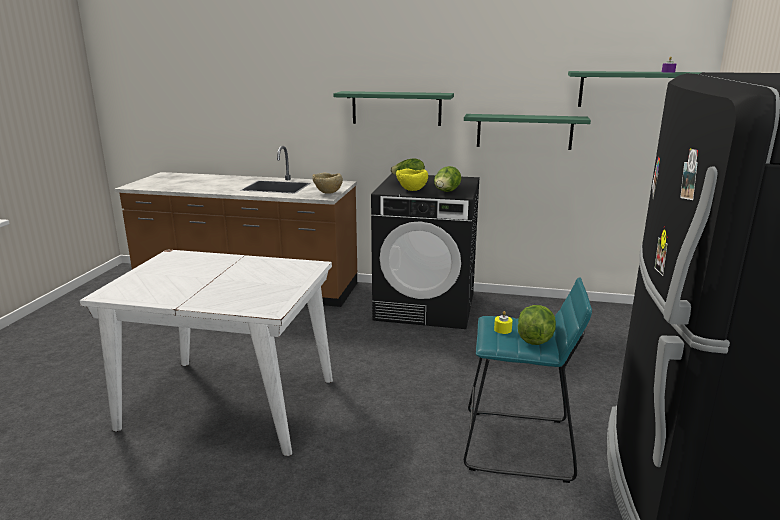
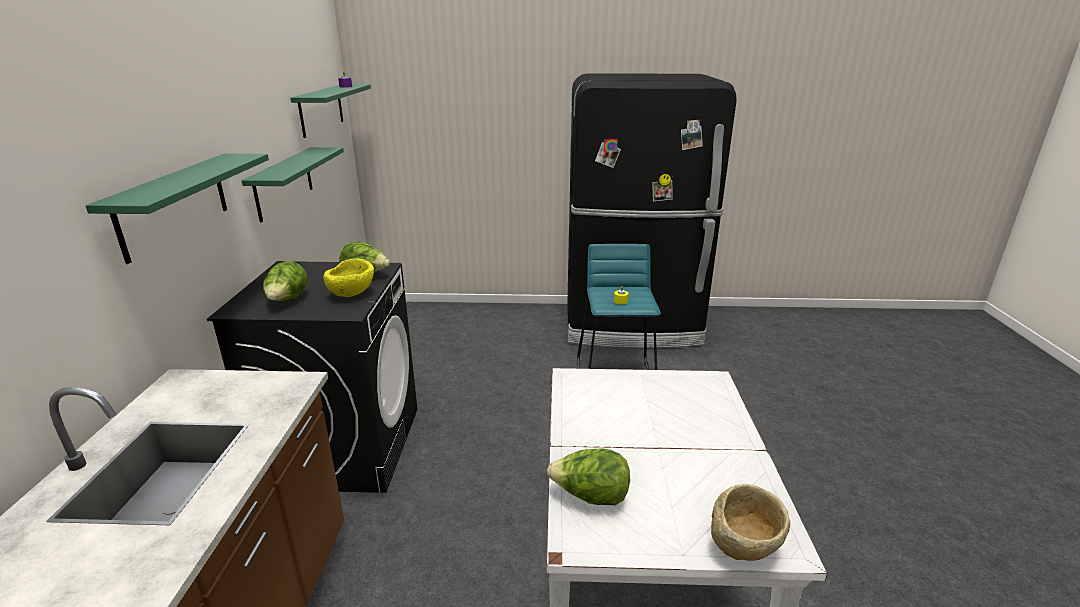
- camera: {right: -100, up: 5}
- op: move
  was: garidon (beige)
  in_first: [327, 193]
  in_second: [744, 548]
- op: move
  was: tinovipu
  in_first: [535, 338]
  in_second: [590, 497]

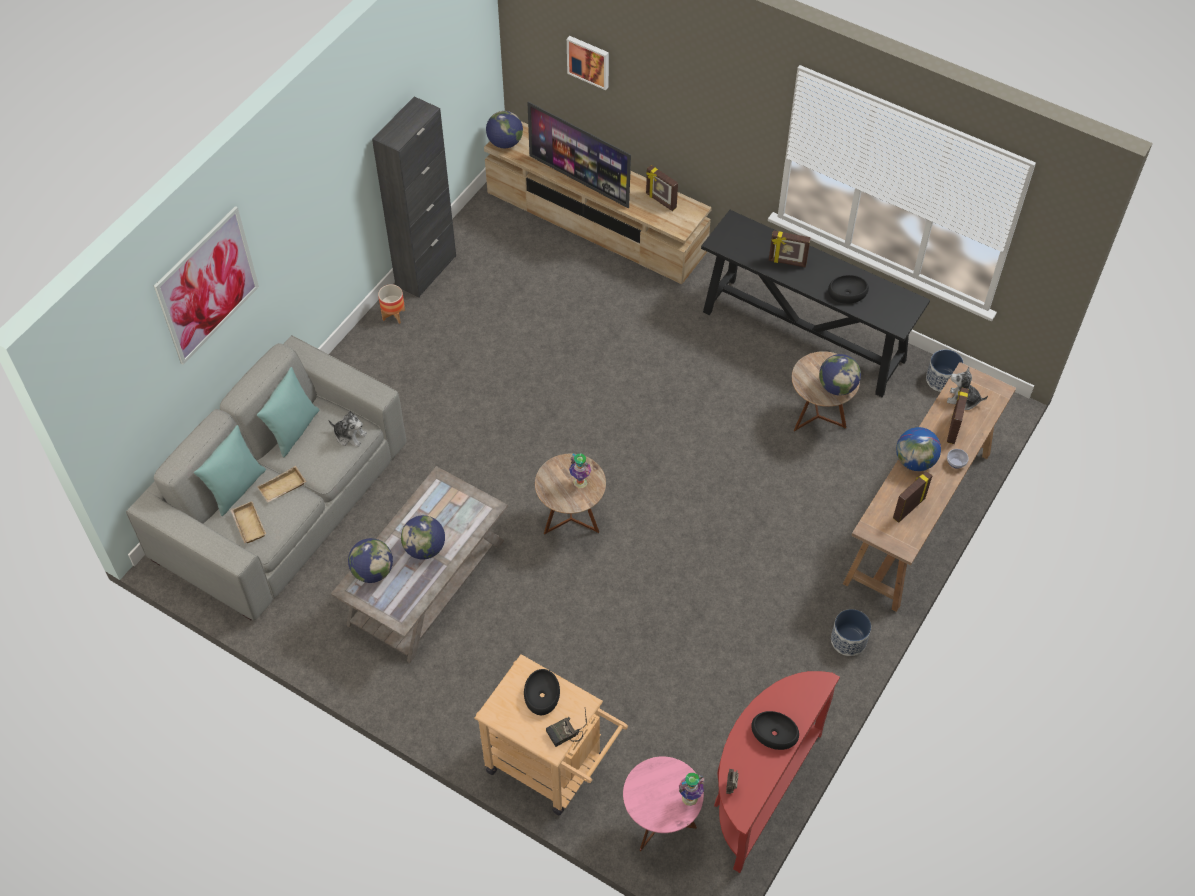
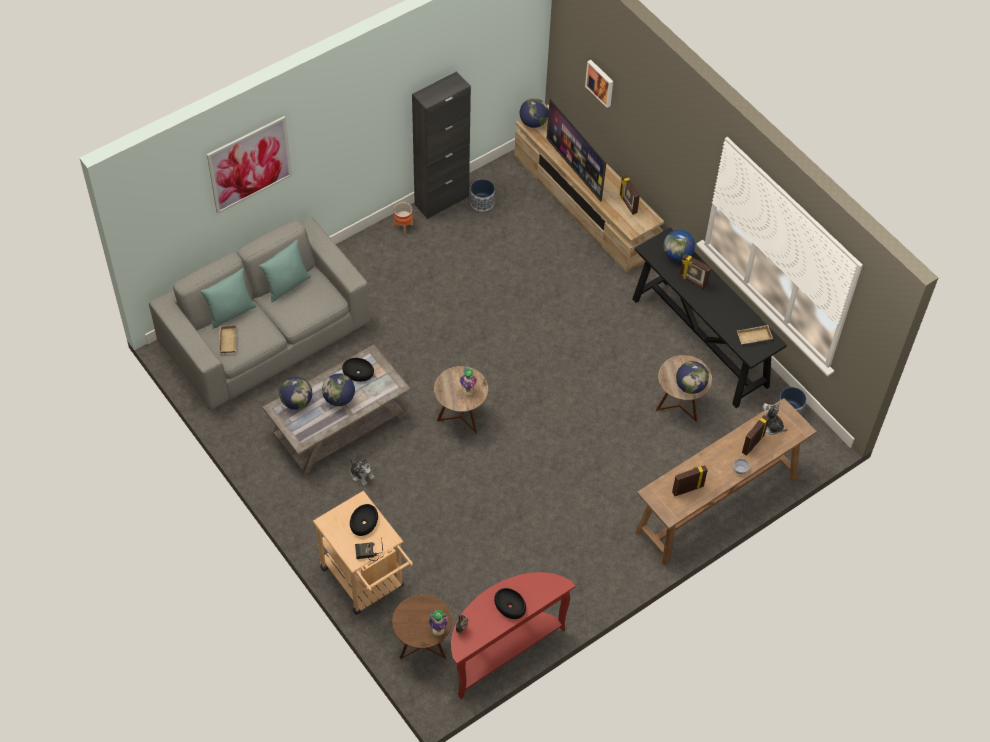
- camera: {right: 20, up: 0}
- op: move
  was: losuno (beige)
  in_first: [282, 488]
  in_second: [753, 337]
- op: move
  was: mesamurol
  in_first: [350, 435]
  in_second: [362, 475]
- op: move
  was: garidon (black)
  in_first: [847, 293]
  in_second: [358, 372]
- op: move
  was: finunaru
  in_first: [849, 640]
  in_second: [482, 202]
- op: move
  was: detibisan
  in_first: [915, 461]
  in_second: [677, 255]
- op: recolor
  was: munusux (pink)
  now: munusux (brown)
  in_first: [660, 824]
  in_second: [422, 646]

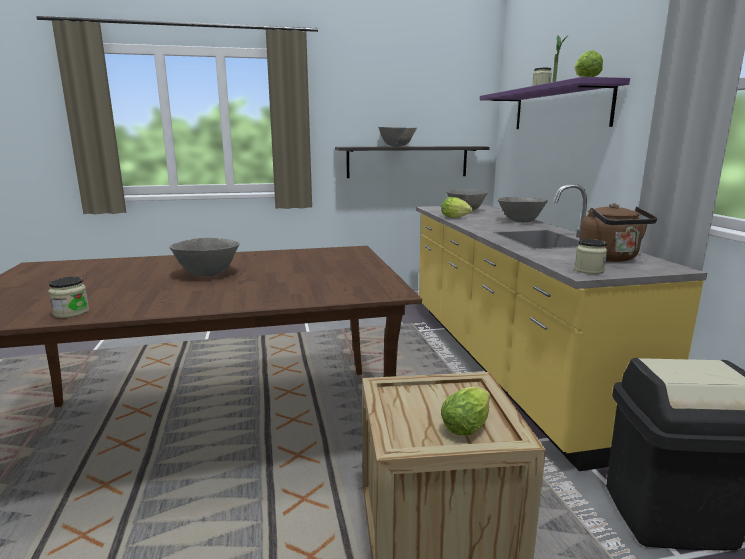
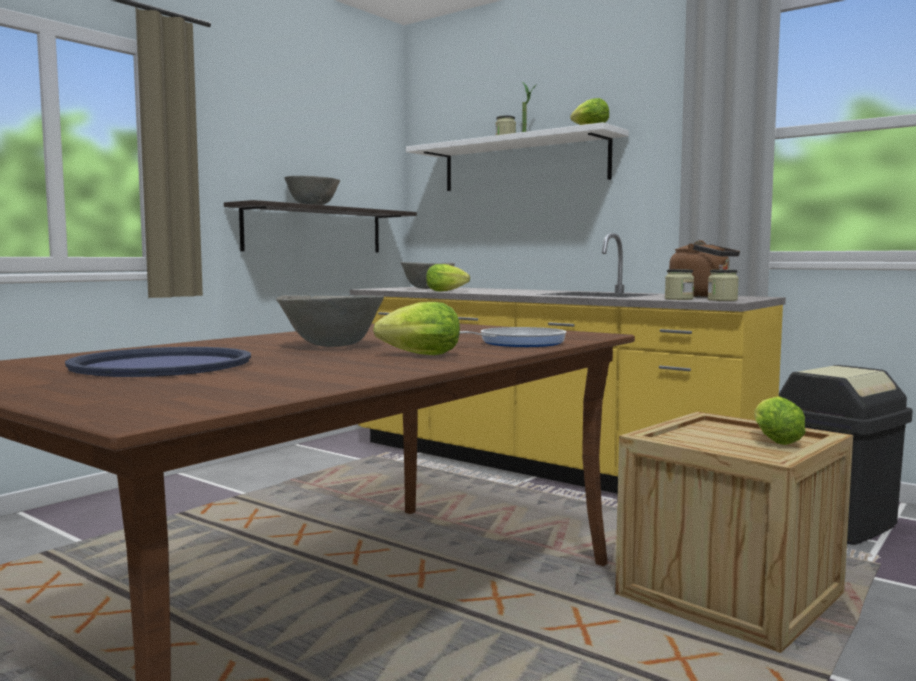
- camera: {right: -40, up: -10}
- op: delete
  was: garidon (grey)
  in_first: [520, 221]
- op: insert
  now: losuno (blue)
  in_second: [162, 365]
- op: insert
  now: tinovipu
  in_second: [416, 355]
- op: insert
  now: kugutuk
  in_second: [517, 343]
- op: move
  was: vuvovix
  in_first: [71, 312]
  in_second: [678, 299]
- op: recolor
  was: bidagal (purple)
  now: bidagal (white)
  in_first: [559, 108]
  in_second: [523, 163]

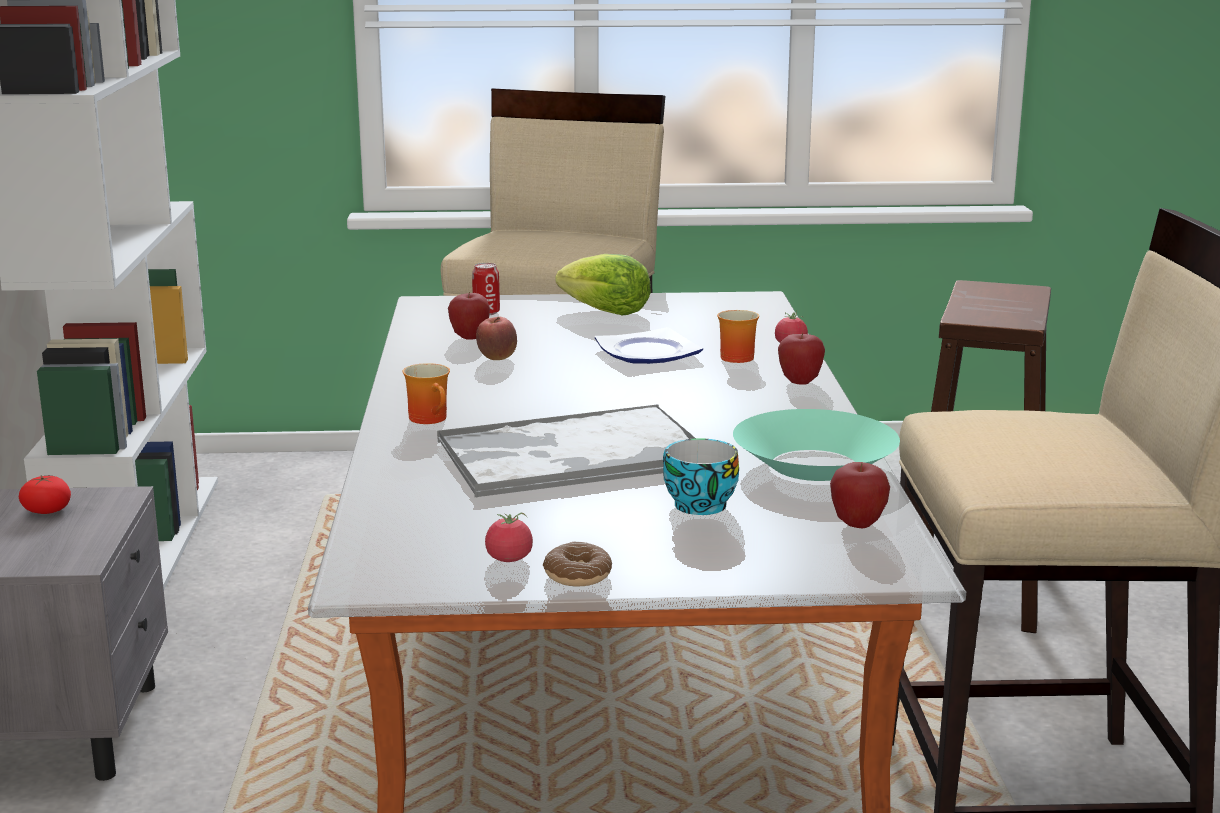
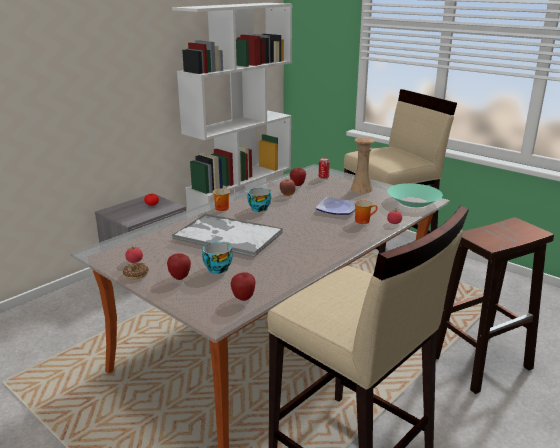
- camera: {right: 45, up: 5}
- op: insert
  now: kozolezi
  in_second: [259, 208]
- op: move
  was: garidon (turquoise)
  in_first: [814, 465]
  in_second: [413, 202]
- op: move
  was: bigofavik
  in_first: [800, 381]
  in_second: [180, 277]
- op: replace
  was: tinovipu
  now: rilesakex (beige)
  in_first: [606, 313]
  in_second: [361, 189]

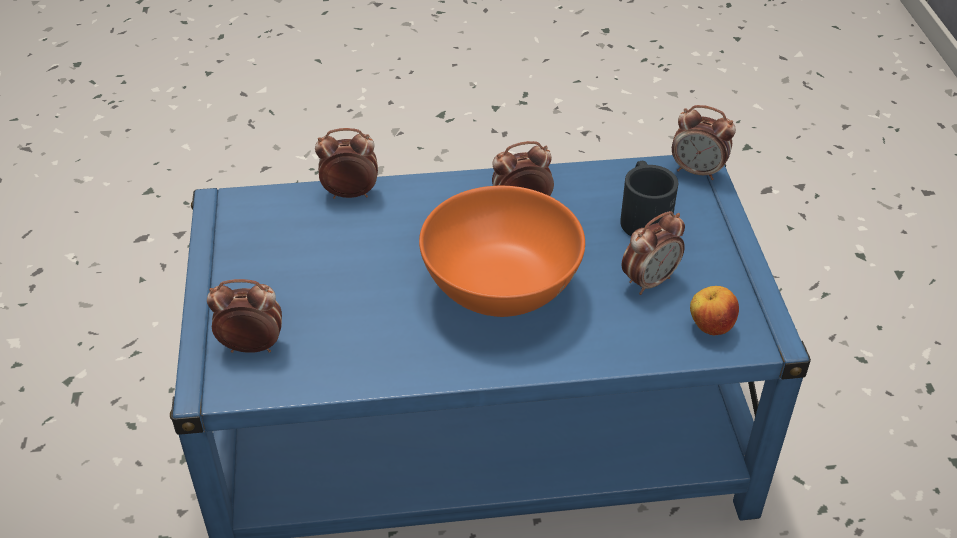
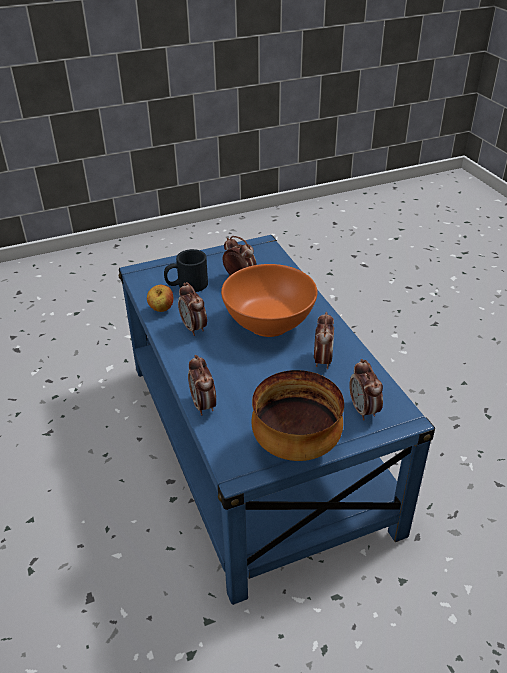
- camera: {right: -105, up: -5}
- op: insert
  now: garidon
  in_second: [296, 445]
- op: move
  was: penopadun
  in_first: [697, 171]
  in_second: [322, 360]
- op: move
  was: bigofavik
  in_first: [710, 327]
  in_second: [161, 310]

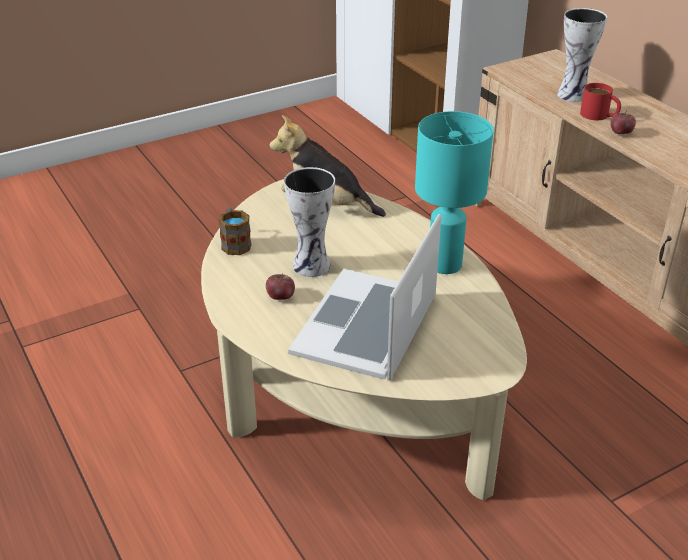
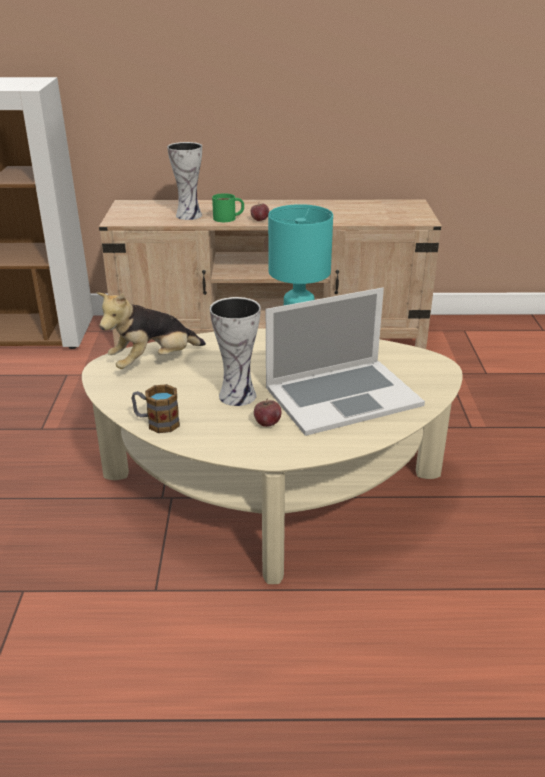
- camera: {right: -60, up: -5}
- op: recolor
  was: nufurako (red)
  now: nufurako (green)
  in_first: [599, 116]
  in_second: [229, 218]
- op: rotate
  was: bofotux
  in_first: [366, 323]
  in_second: [342, 395]
  clockwise: -75

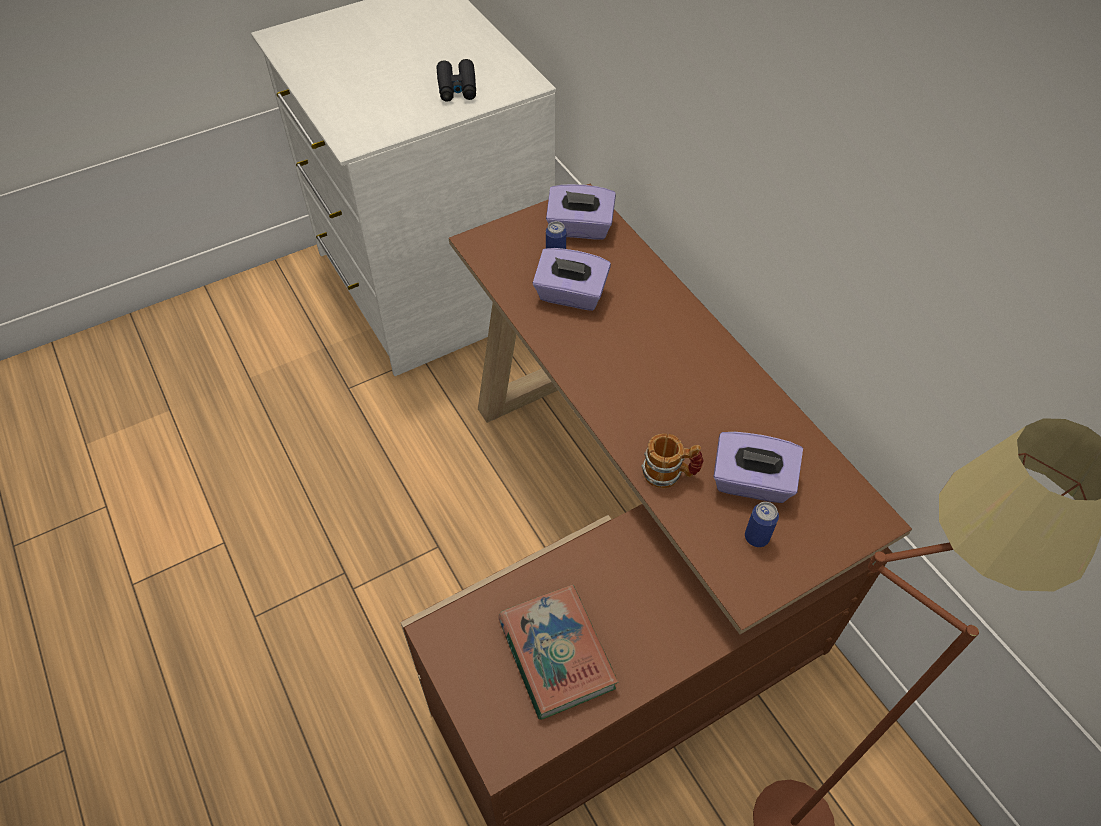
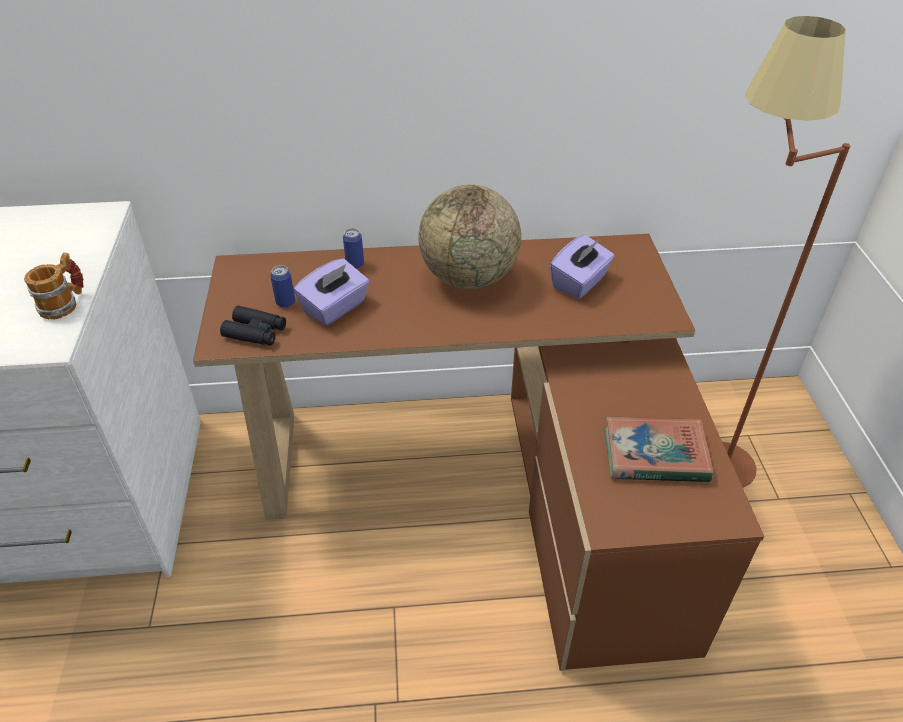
- camera: {right: -65, up: -10}
- op: delete
  was: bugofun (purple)
  in_first: [580, 228]
- op: insert
  now: detibisan
  in_second: [469, 278]
- op: move
  was: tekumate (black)
  in_first: [457, 87]
  in_second: [255, 332]
- op: move
  was: nufurako
  in_first: [670, 474]
  in_second: [65, 304]
- op: move
  was: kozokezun
  in_first: [756, 537]
  in_second: [355, 264]

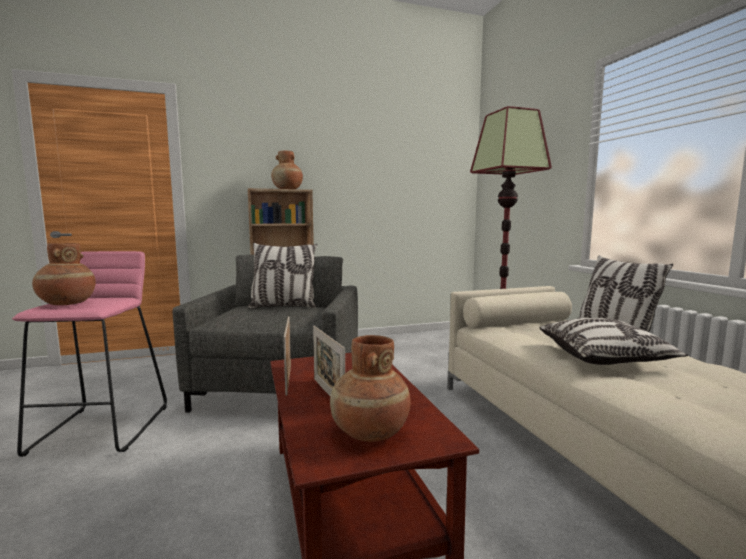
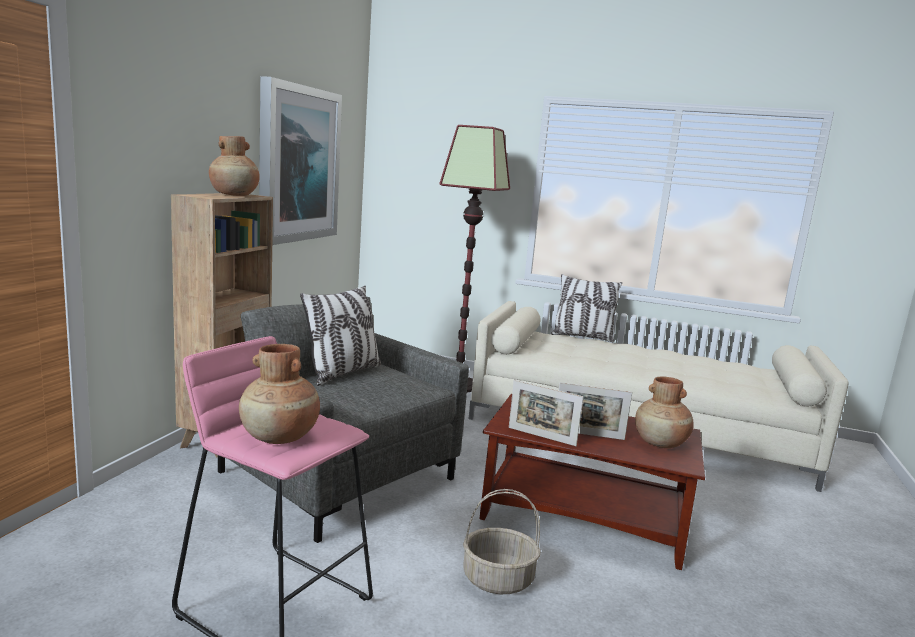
- camera: {right: -55, up: 5}
- op: delete
  was: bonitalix
  in_first: [604, 357]
- op: insert
  now: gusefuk
  in_second: [298, 164]
- op: insert
  now: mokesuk
  in_second: [498, 579]

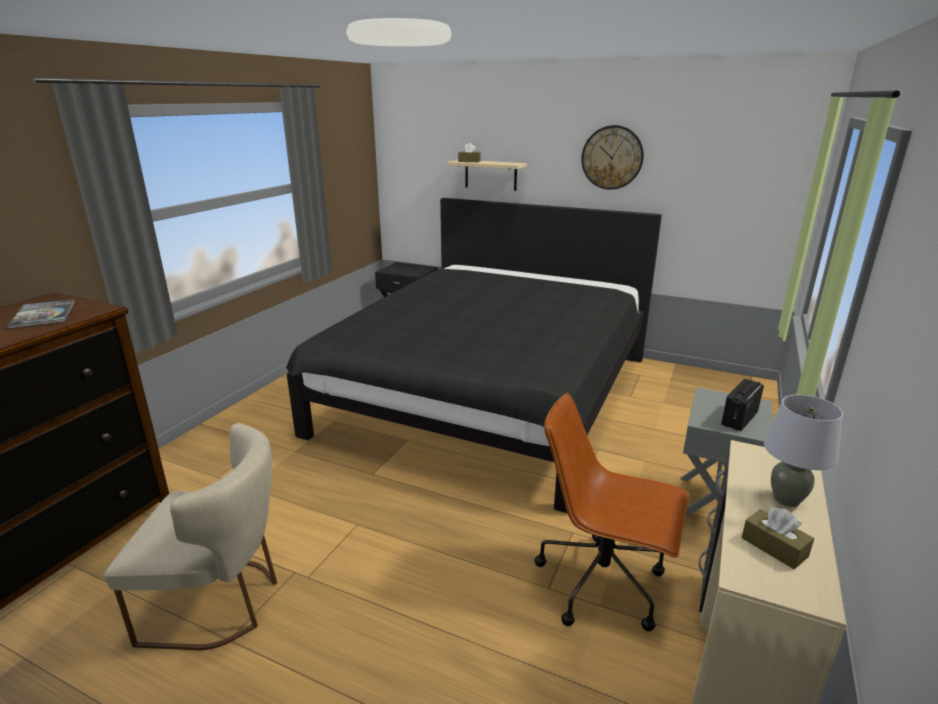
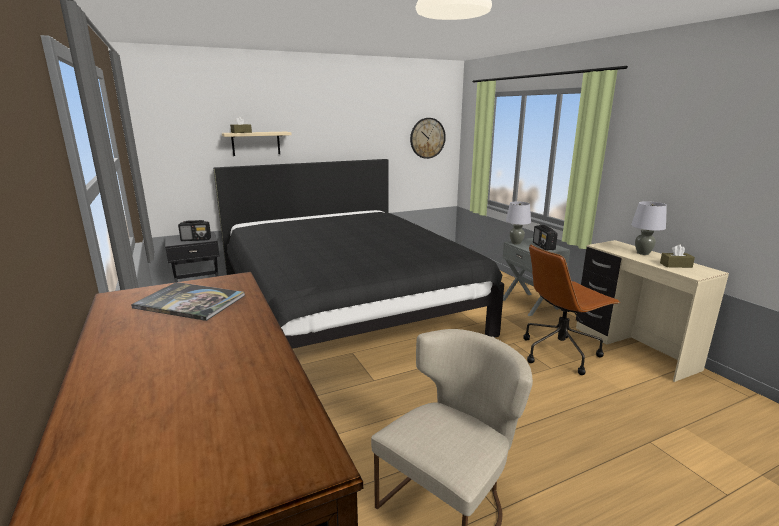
- camera: {right: -50, up: -5}
- op: insert
  now: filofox
  in_second: [196, 239]
- op: insert
  now: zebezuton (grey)
  in_second: [516, 243]
- op: move
  was: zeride
  in_first: [612, 157]
  in_second: [427, 138]

